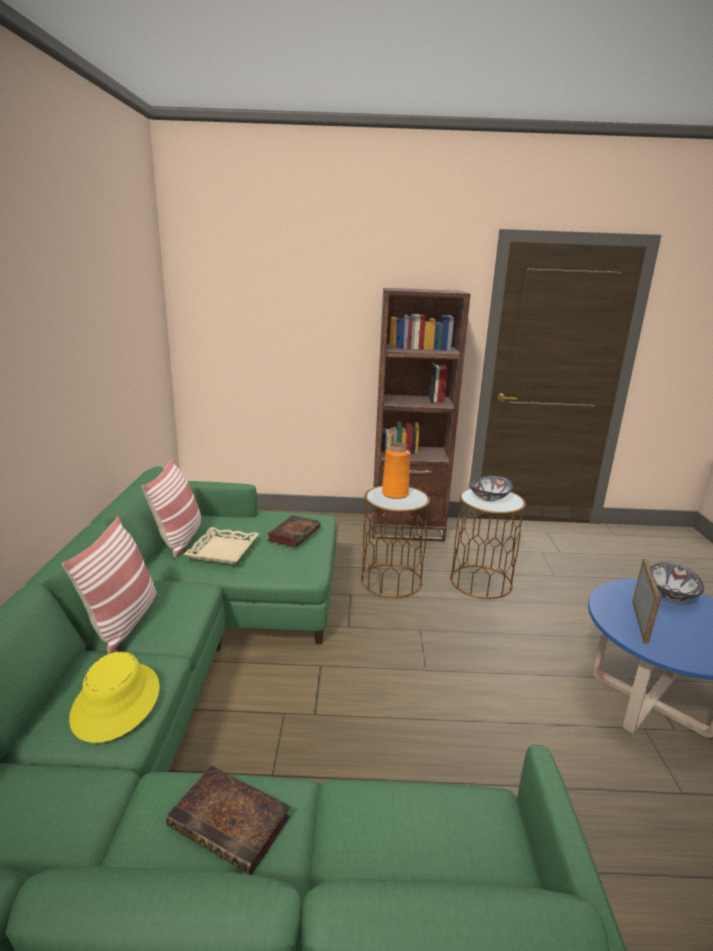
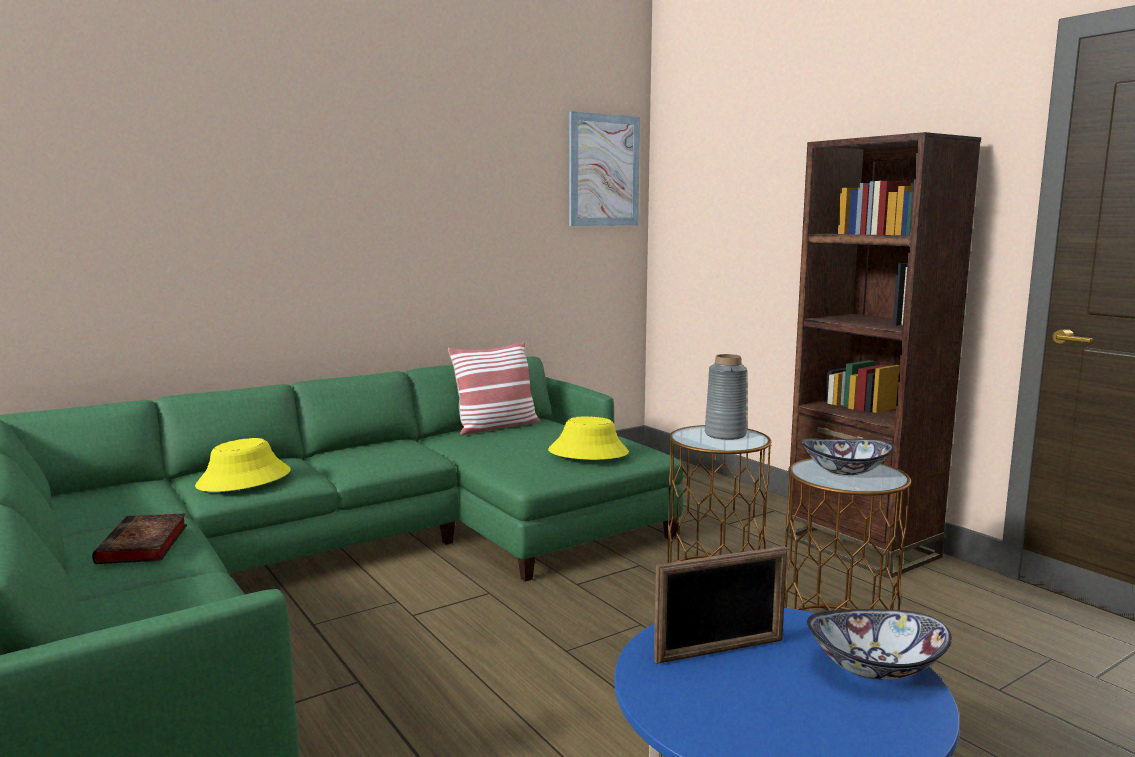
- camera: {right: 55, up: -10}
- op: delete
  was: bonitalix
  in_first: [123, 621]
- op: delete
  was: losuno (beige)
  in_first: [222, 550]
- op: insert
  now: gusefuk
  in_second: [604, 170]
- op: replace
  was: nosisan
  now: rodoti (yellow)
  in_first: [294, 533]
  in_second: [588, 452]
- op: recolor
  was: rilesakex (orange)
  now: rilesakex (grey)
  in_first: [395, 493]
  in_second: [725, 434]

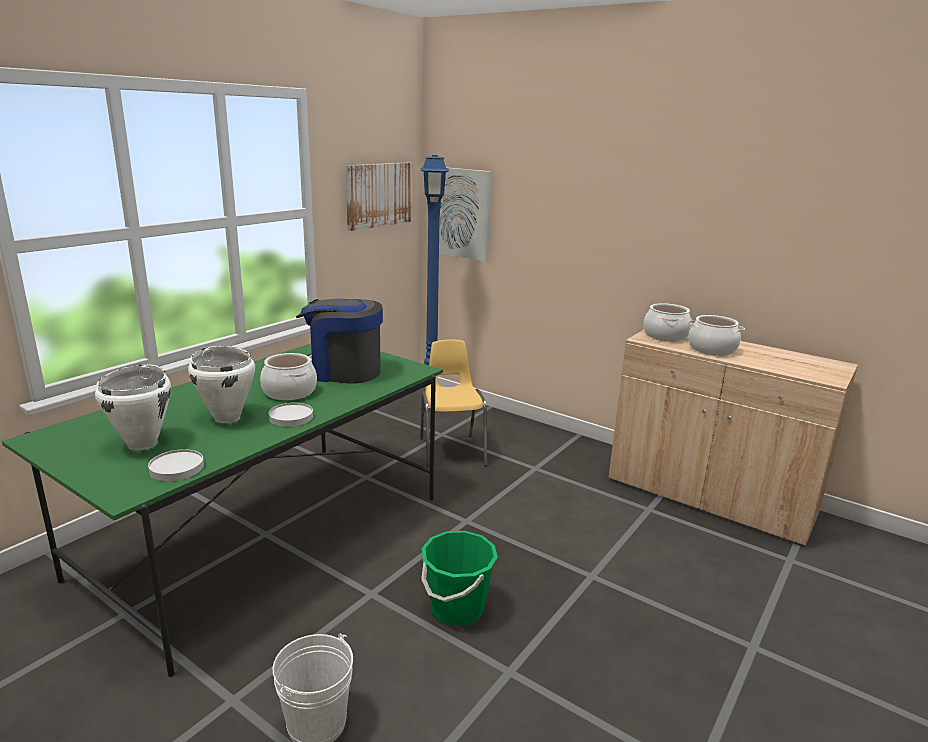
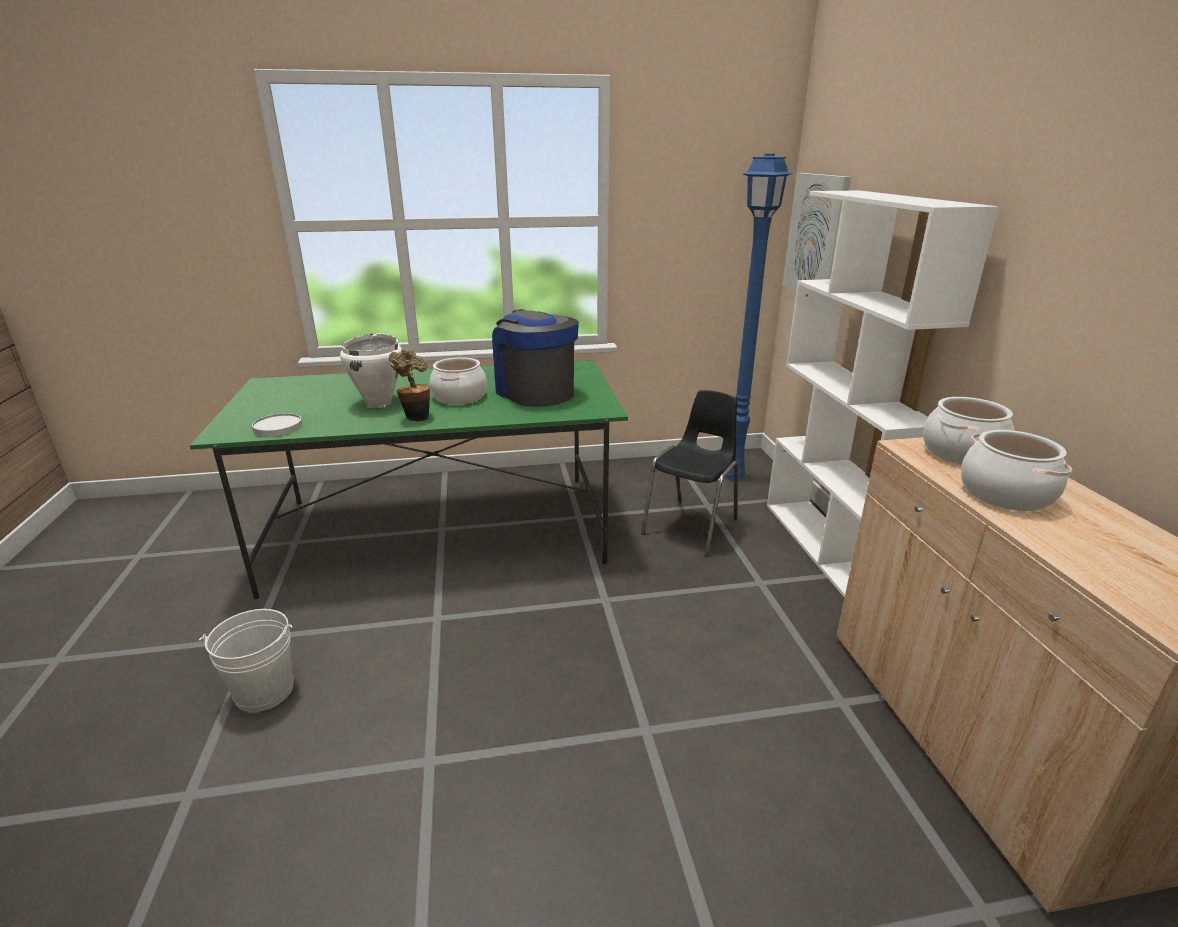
- camera: {right: 45, up: 5}
- op: delete
  was: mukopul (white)
  in_first: [143, 444]
- op: delete
  was: gusefuk
  in_first: [379, 195]
- op: delete
  was: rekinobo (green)
  in_first: [457, 608]
- op: insert
  now: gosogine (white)
  in_second: [827, 546]
- op: replace
  was: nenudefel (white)
  now: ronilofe
  in_first: [290, 417]
  in_second: [416, 417]
- op: recolor
  was: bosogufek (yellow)
  now: bosogufek (black)
  in_first: [451, 451]
  in_second: [692, 526]

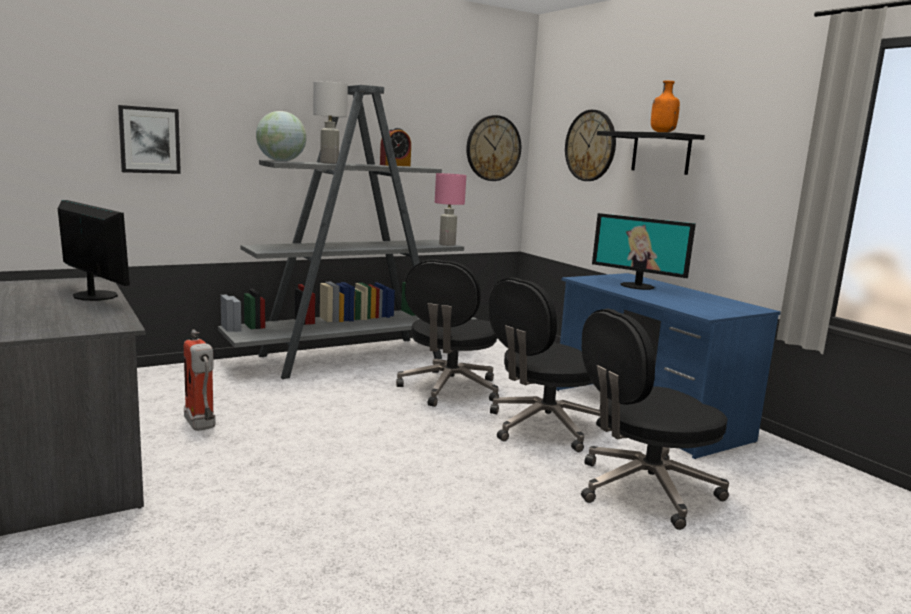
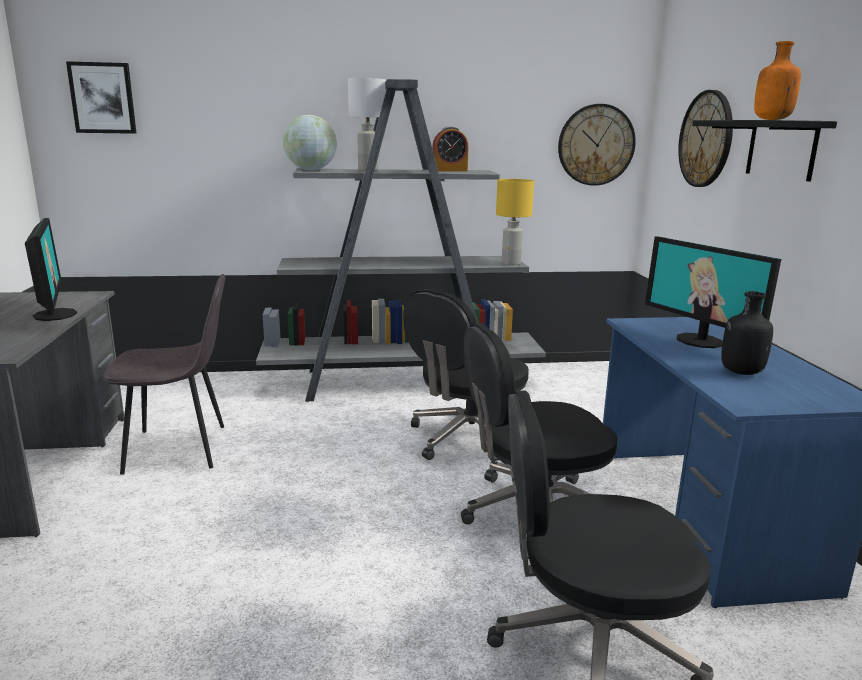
- camera: {right: 25, up: 5}
- op: insert
  now: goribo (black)
  in_second: [740, 372]
- op: move
  was: gusefuk
  in_first: [149, 140]
  in_second: [102, 98]
- op: replace
  was: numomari
  now: bosogufek (grey)
  in_first: [202, 427]
  in_second: [179, 449]
- op: recolor
  was: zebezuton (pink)
  now: zebezuton (yellow)
  in_first: [447, 244]
  in_second: [511, 264]

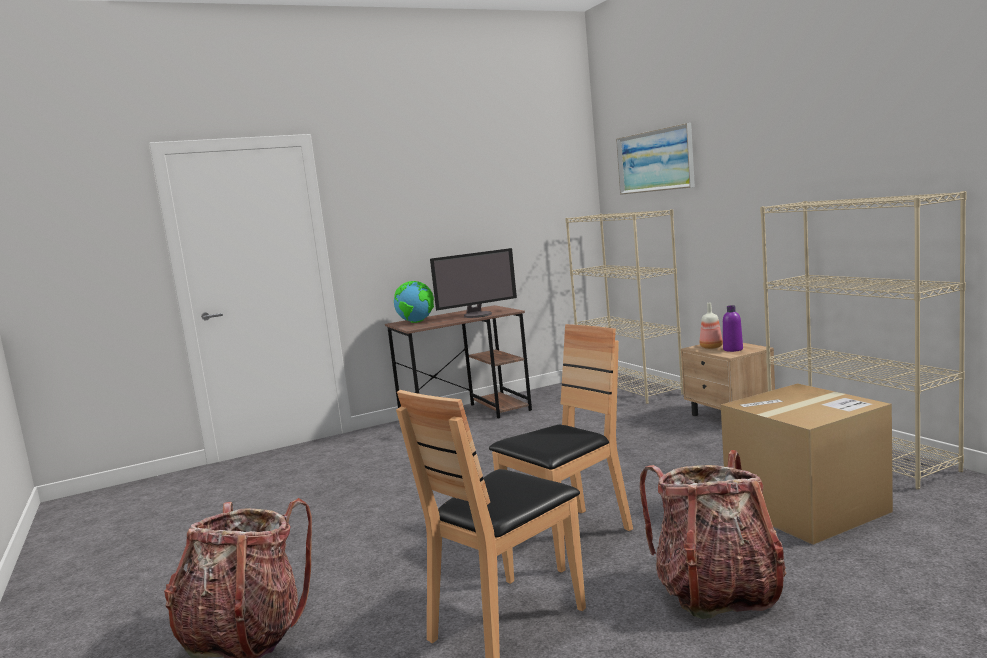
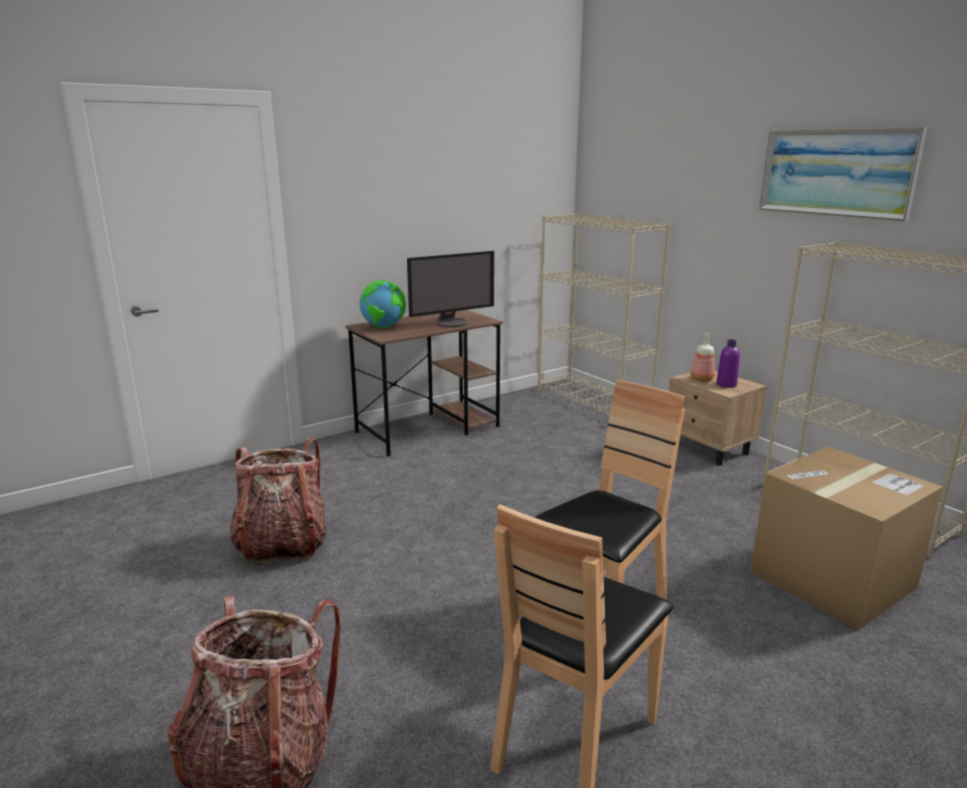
- camera: {right: -10, up: 10}
- op: move
  was: gusefuk
  in_first: [655, 161]
  in_second: [836, 172]
- op: move
  was: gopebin
  in_first: [717, 591]
  in_second: [282, 544]

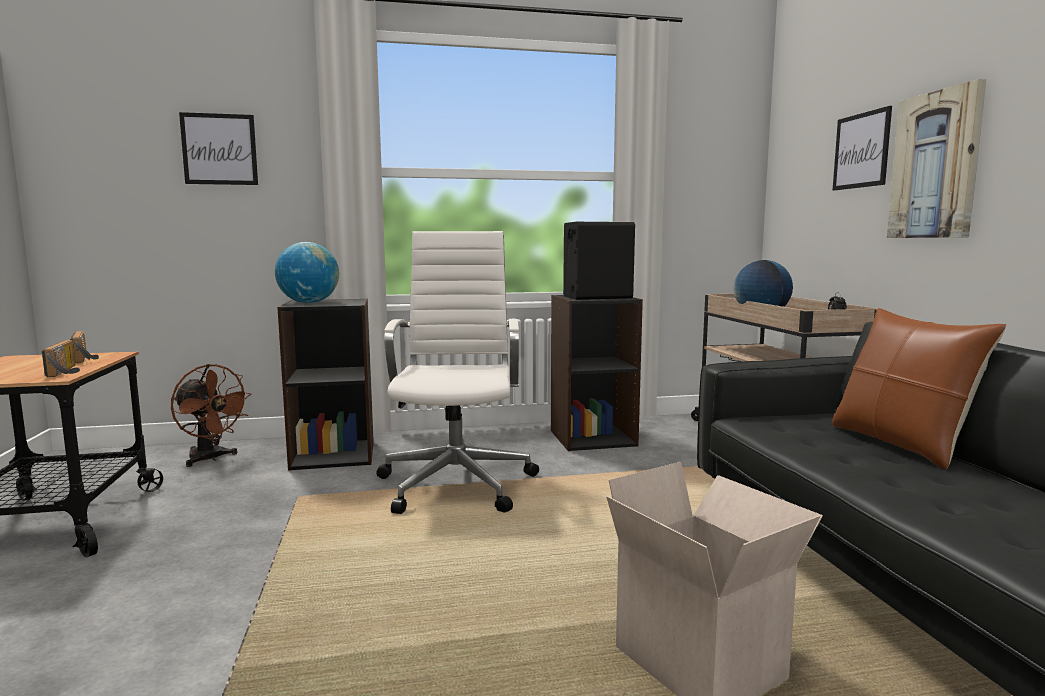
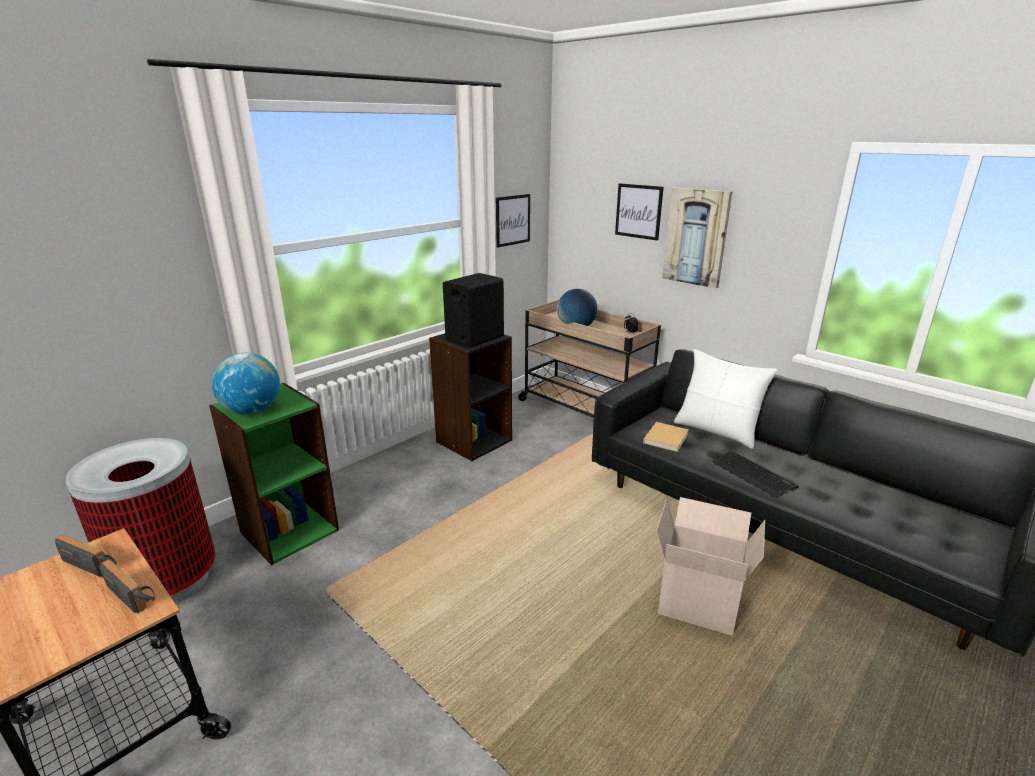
- camera: {right: -35, up: 15}
- op: delete
  was: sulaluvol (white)
  in_first: [458, 482]
- op: insert
  now: nosisan (beige)
  in_second: [666, 437]
- op: insert
  now: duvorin
  in_second: [753, 474]
- op: move
  was: gusefuk
  in_first: [219, 149]
  in_second: [512, 220]
- op: replace
  was: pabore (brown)
  now: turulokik
  in_first: [210, 459]
  in_second: [167, 582]
- op: recolor
  was: gosogine (black)
  now: gosogine (green)
  in_first: [334, 454]
  in_second: [289, 530]
- op: recolor
  was: bonitalix (brown)
  now: bonitalix (white)
  in_first: [901, 444]
  in_second: [716, 431]

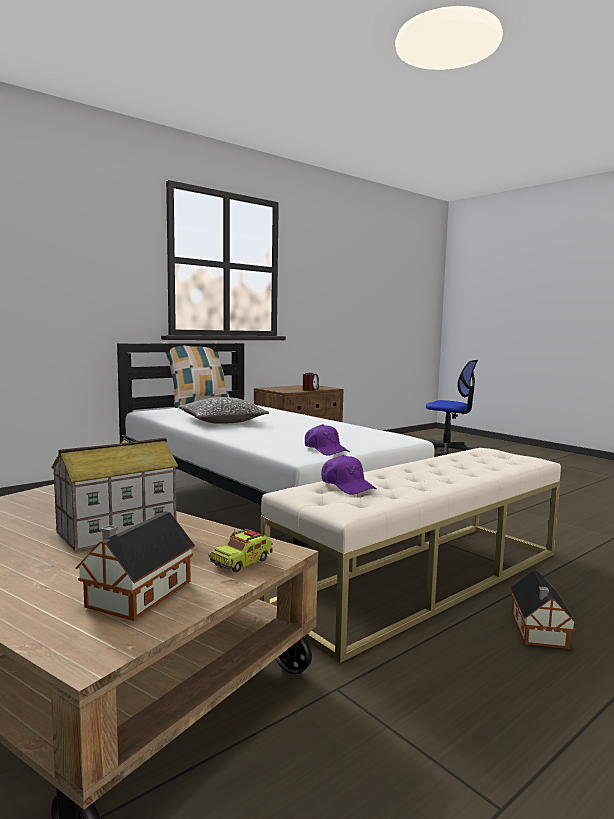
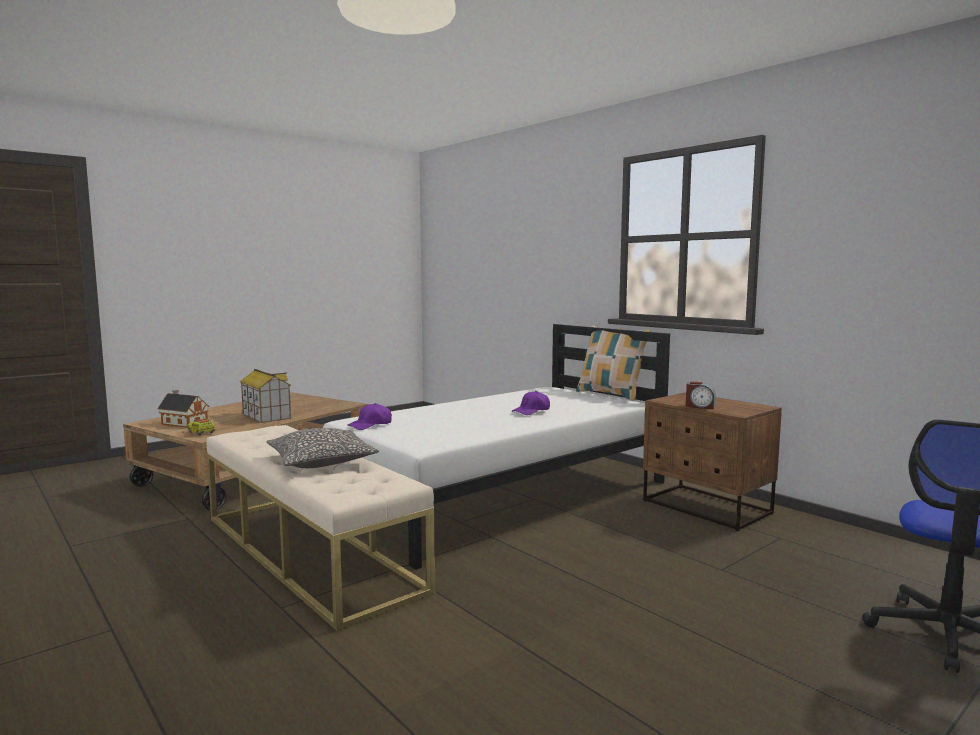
- camera: {right: 90, up: 0}
- op: delete
  was: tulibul
  in_first: [539, 631]
- op: move
  was: bonitalix
  in_first: [222, 421]
  in_second: [321, 461]
- op: move
  was: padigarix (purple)
  in_first: [347, 486]
  in_second: [531, 411]

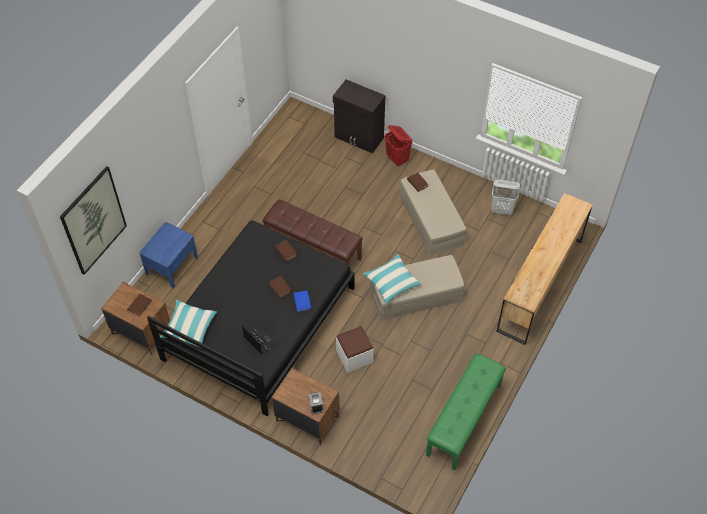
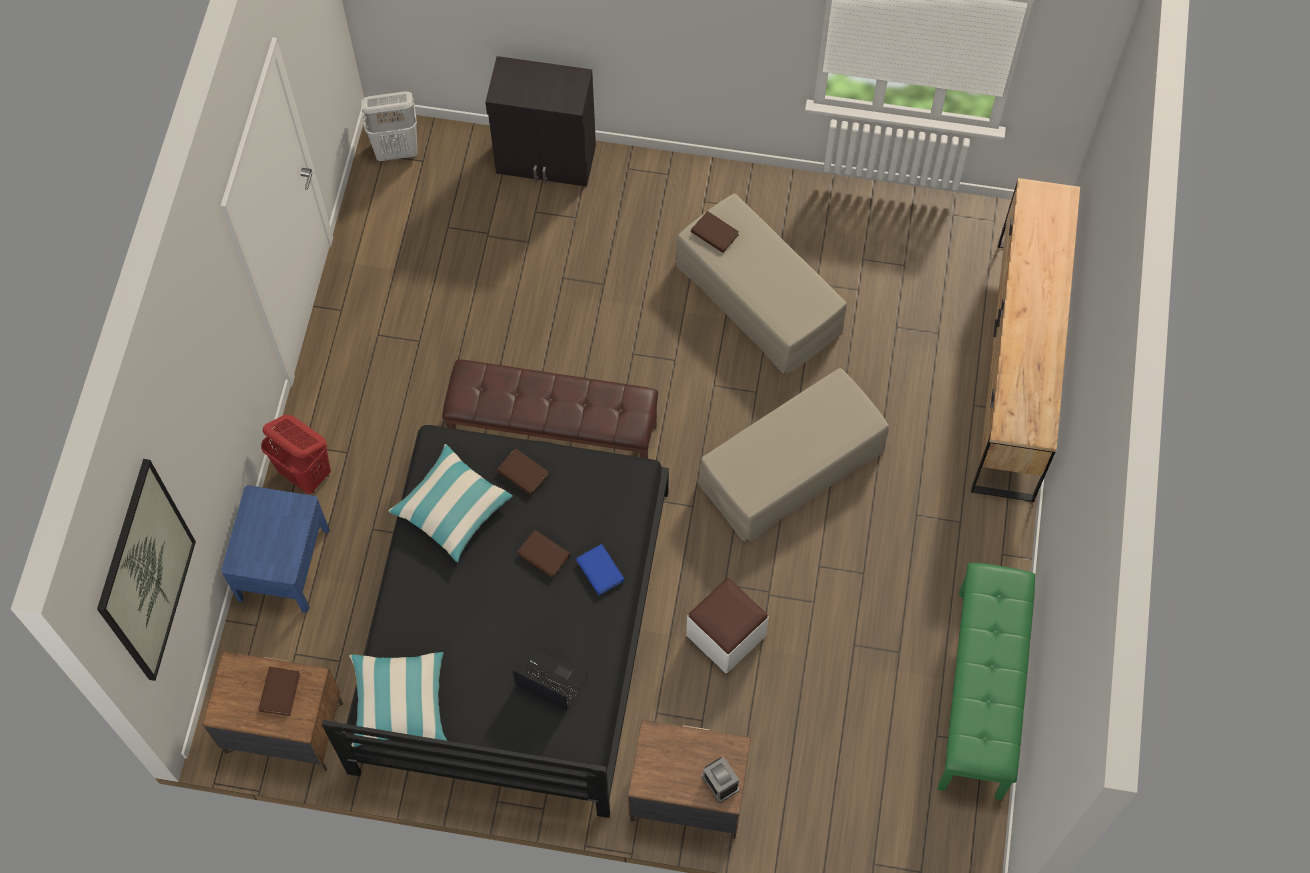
- camera: {right: -20, up: 10}
- op: move
  was: bonitalix
  in_first: [392, 282]
  in_second: [452, 508]
- op: move
  was: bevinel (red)
  in_first: [397, 159]
  in_second: [306, 474]
- op: move
  was: bevinel (white)
  in_first: [502, 210]
  in_second: [397, 149]

